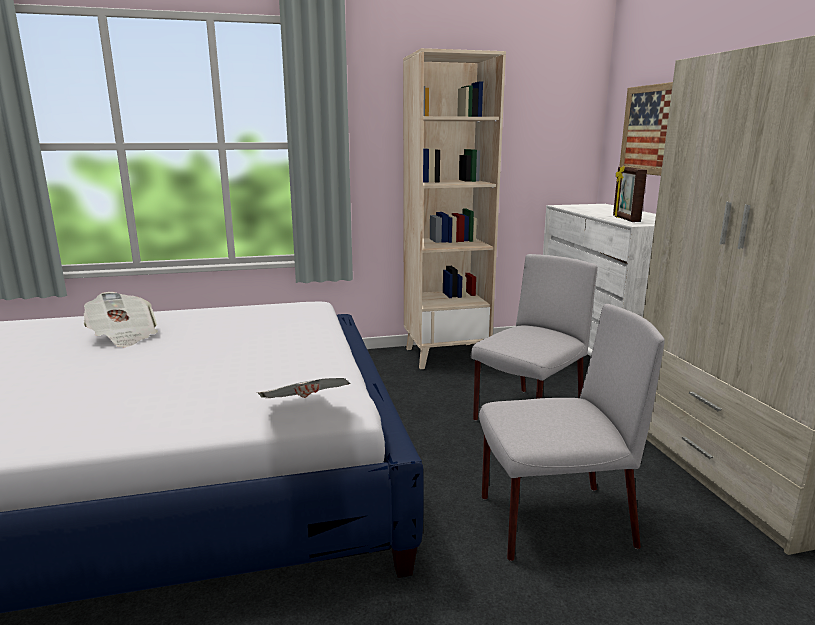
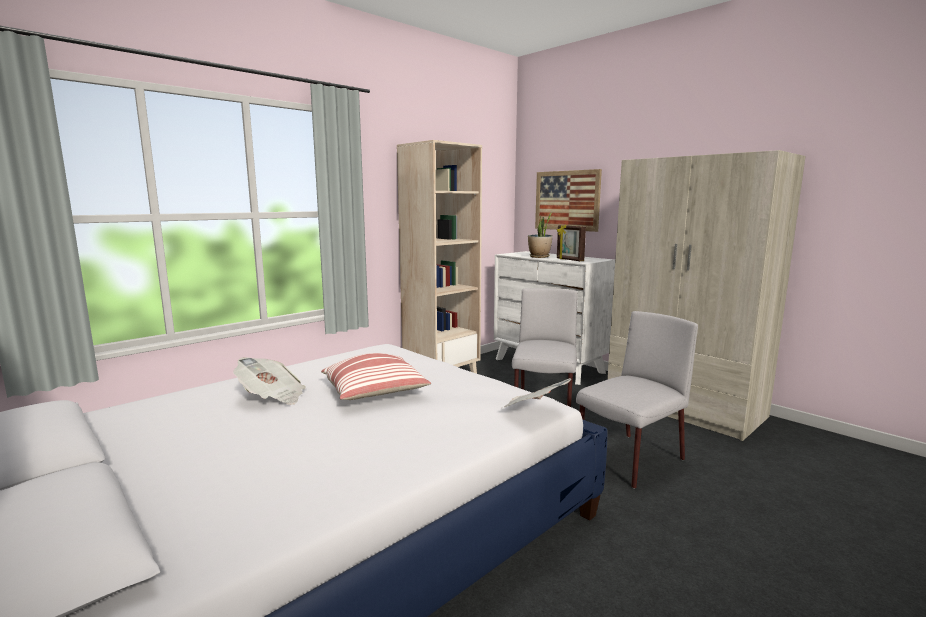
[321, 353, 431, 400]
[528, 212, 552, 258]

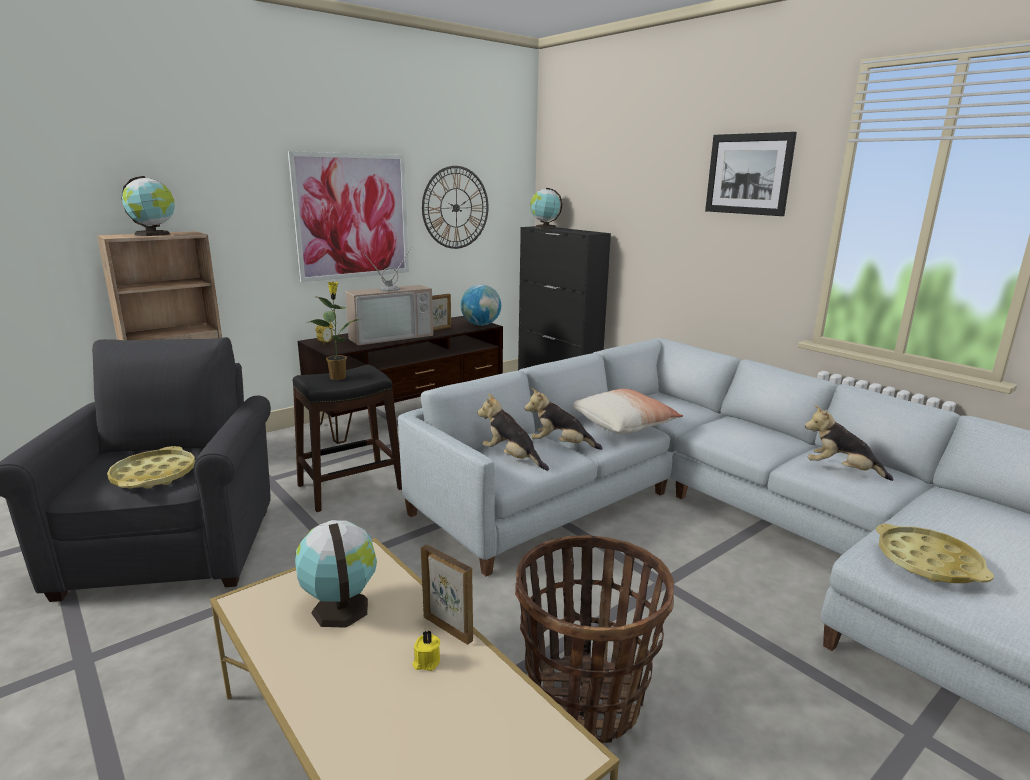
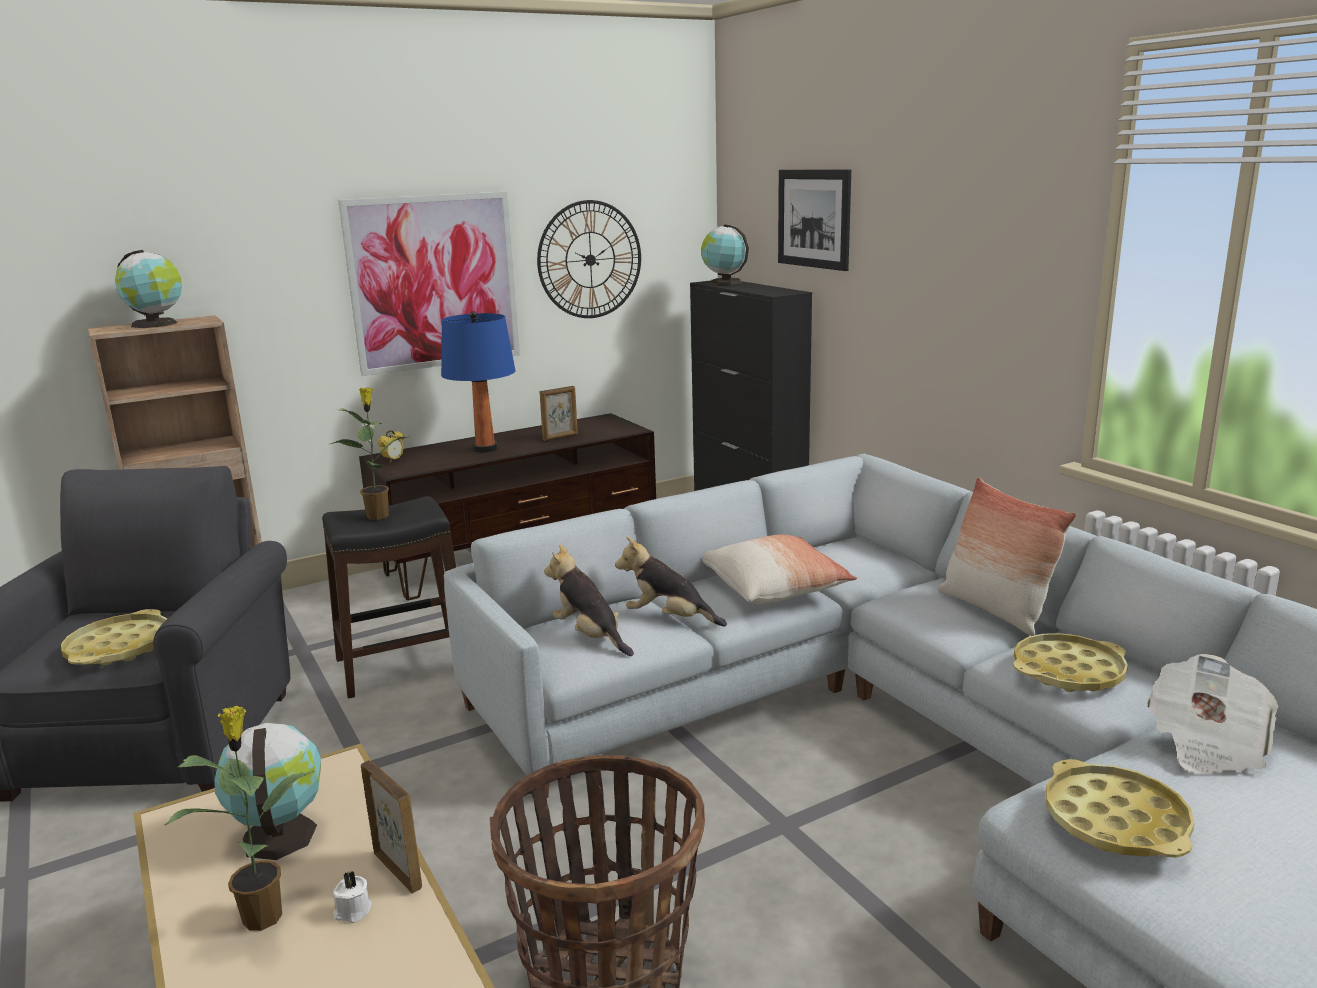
[163, 706, 314, 931]
[333, 871, 372, 923]
[441, 311, 516, 452]
[778, 169, 851, 271]
[938, 477, 1076, 636]
[1013, 633, 1128, 692]
[1147, 654, 1278, 774]
[461, 285, 501, 326] (first image)

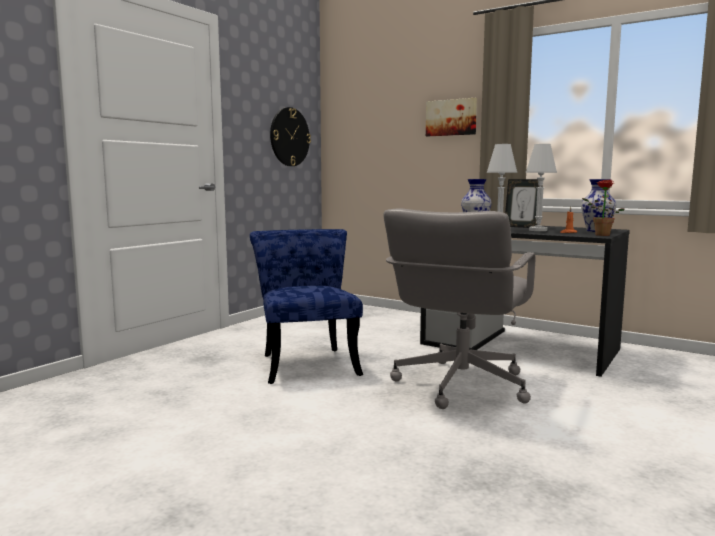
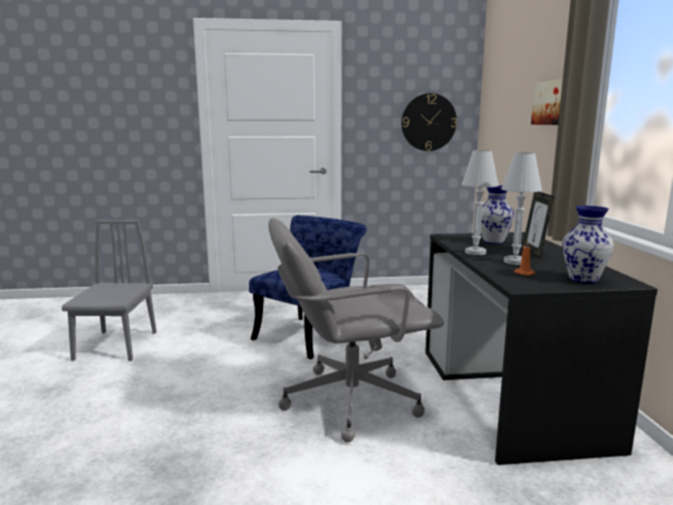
[62, 220, 157, 361]
[582, 179, 625, 236] (first image)

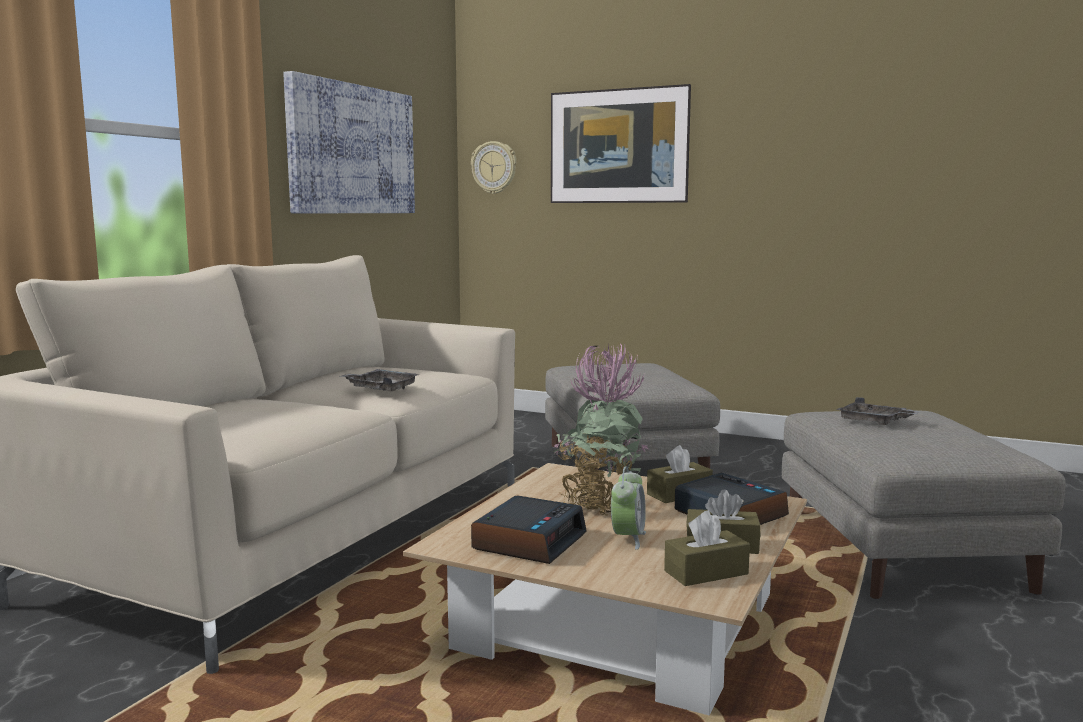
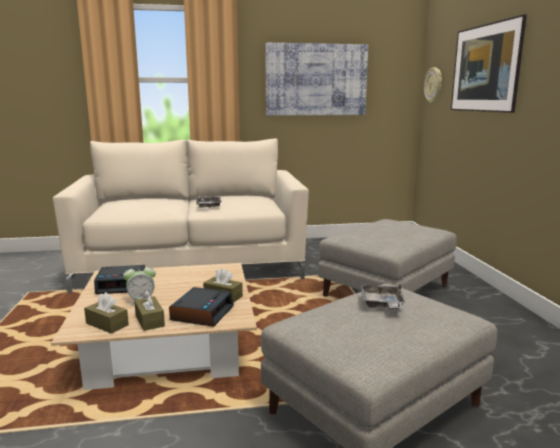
[553, 343, 649, 516] (first image)

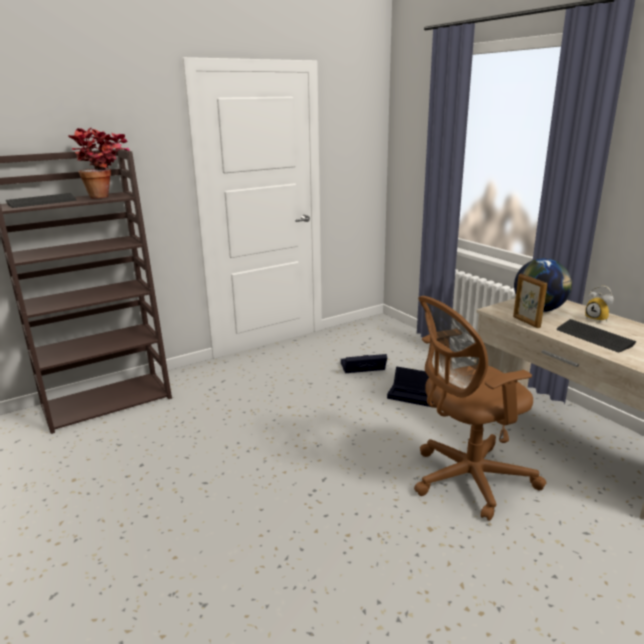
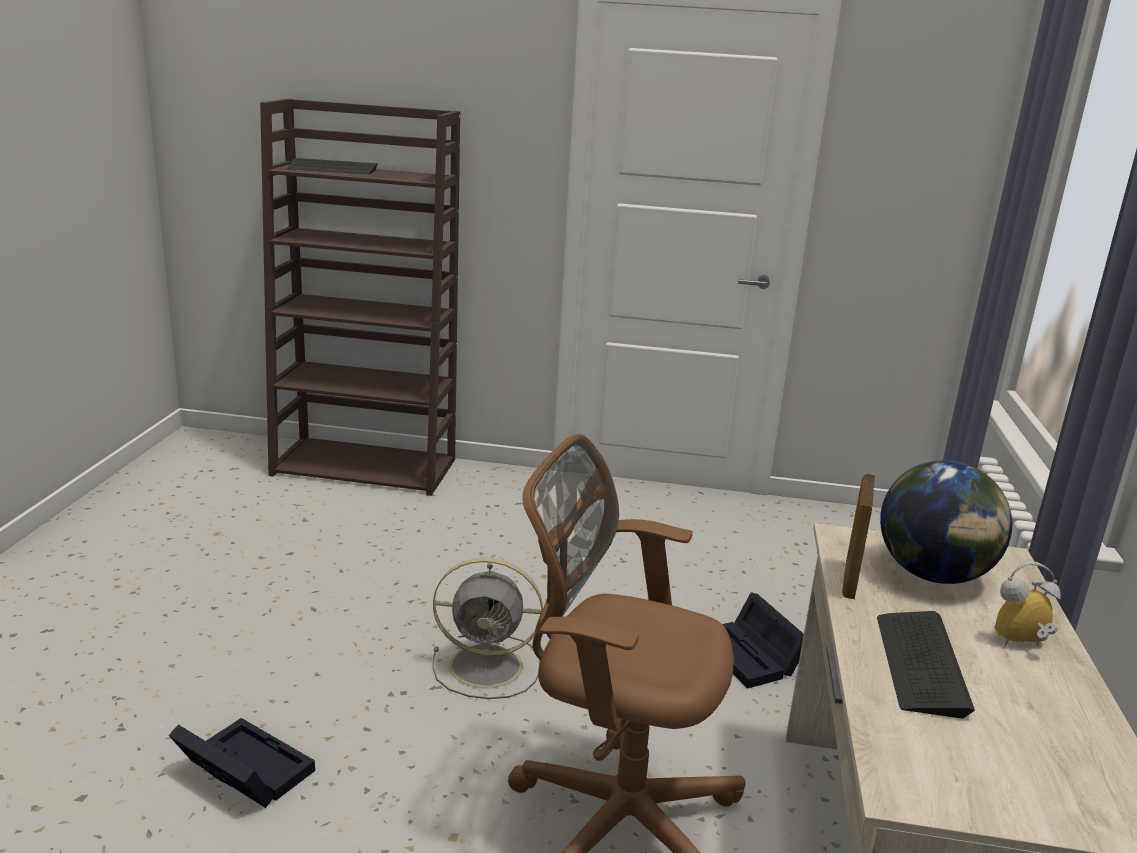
[168, 718, 315, 808]
[432, 558, 543, 699]
[994, 561, 1061, 647]
[68, 128, 130, 199] (first image)

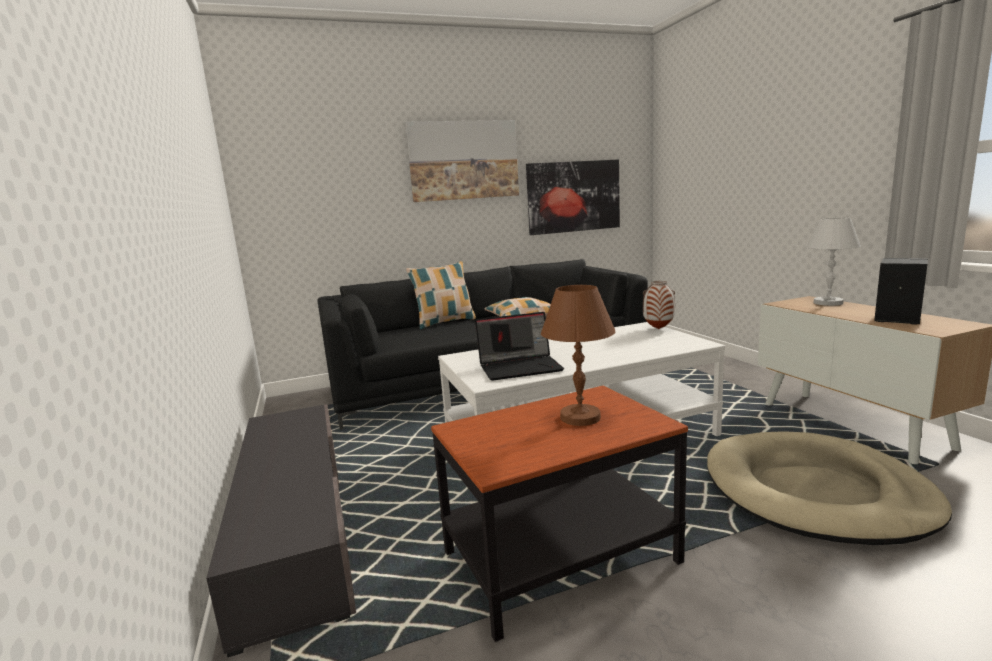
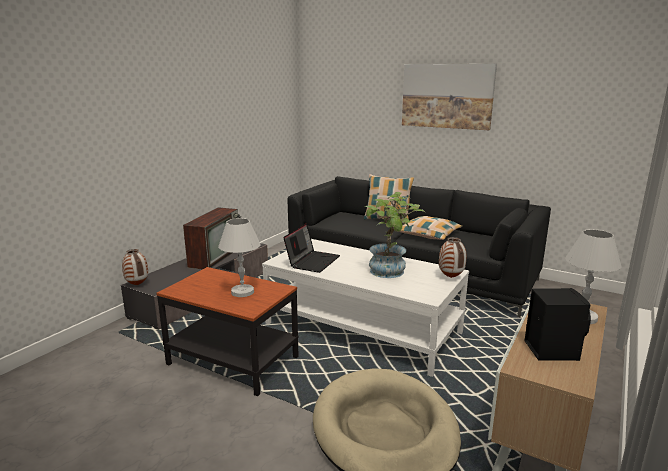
[122, 249, 148, 285]
[183, 207, 241, 269]
[218, 218, 261, 297]
[283, 223, 340, 273]
[364, 192, 426, 278]
[526, 160, 620, 235] (first image)

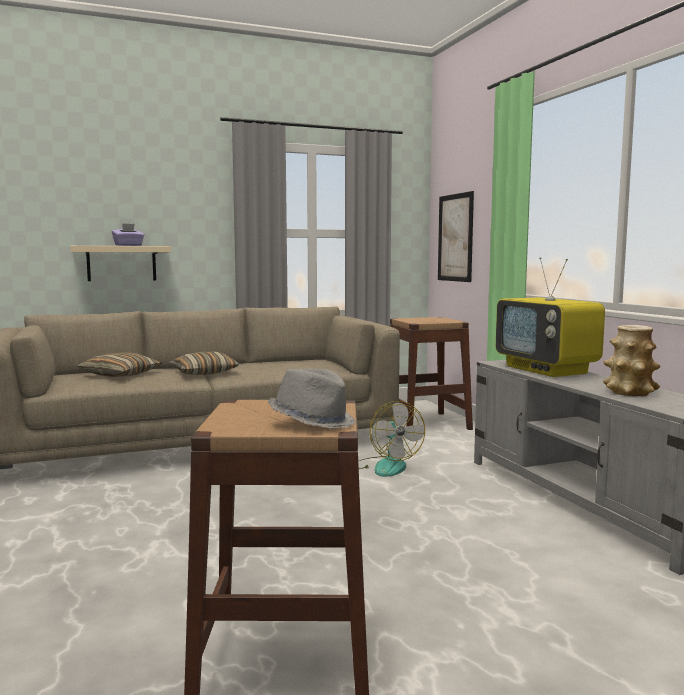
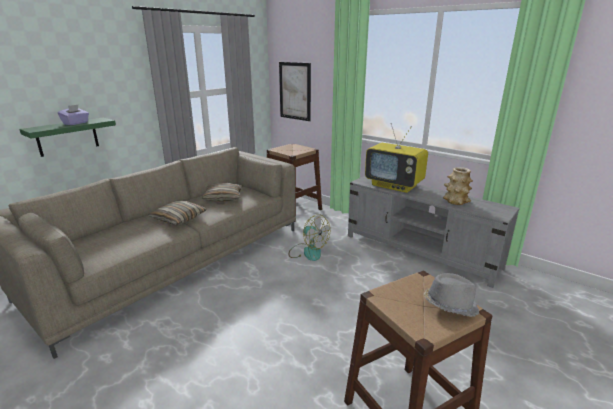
[19, 118, 116, 157]
[202, 183, 242, 202]

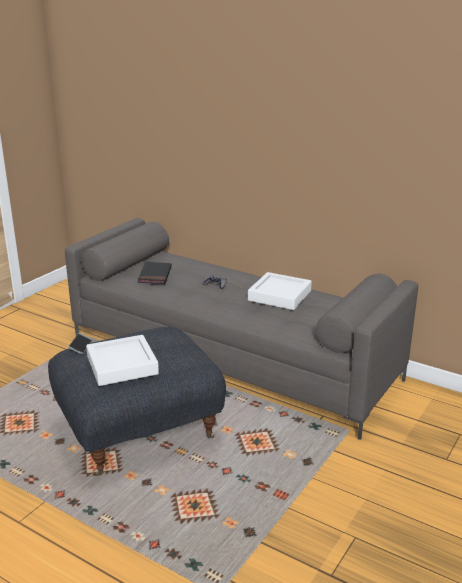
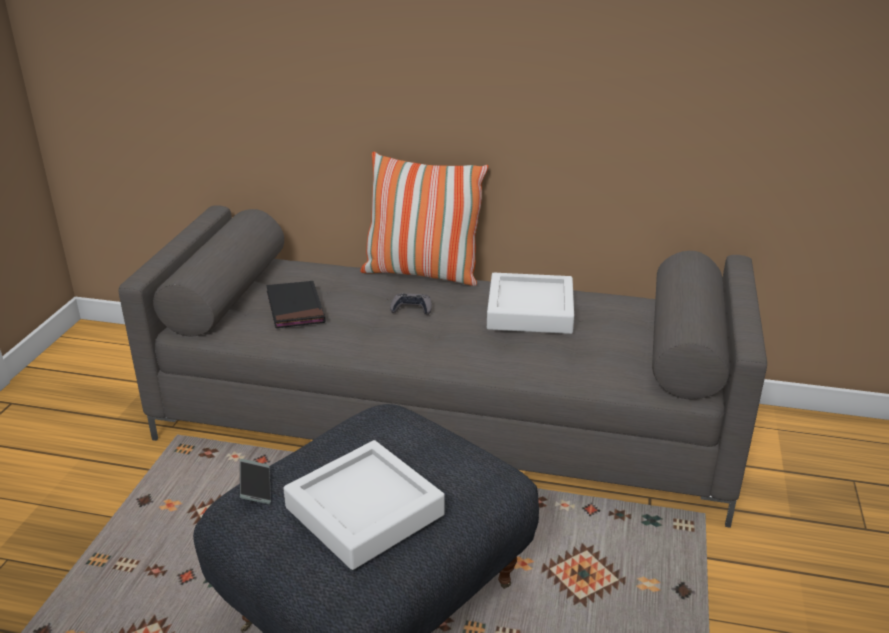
[360, 152, 488, 286]

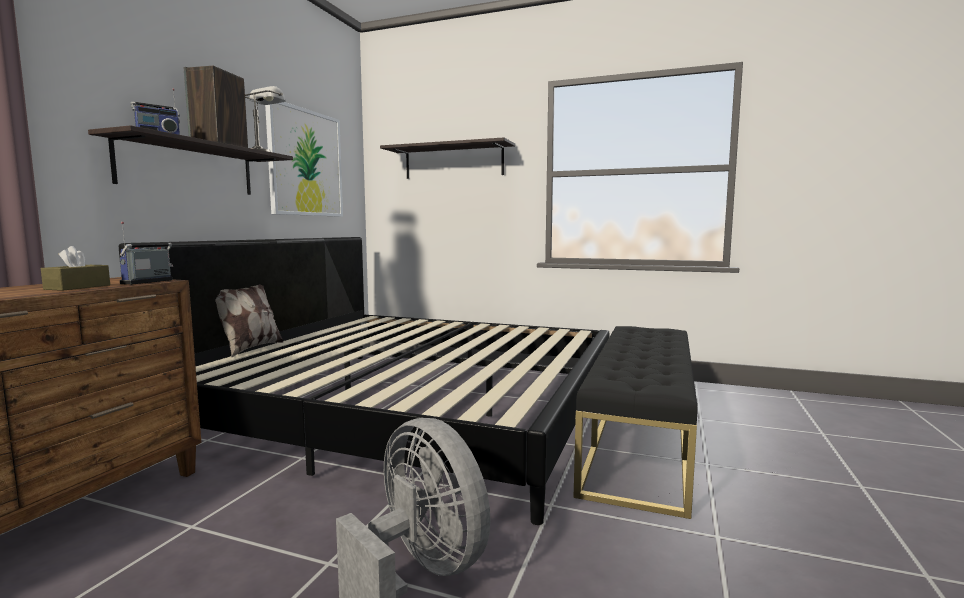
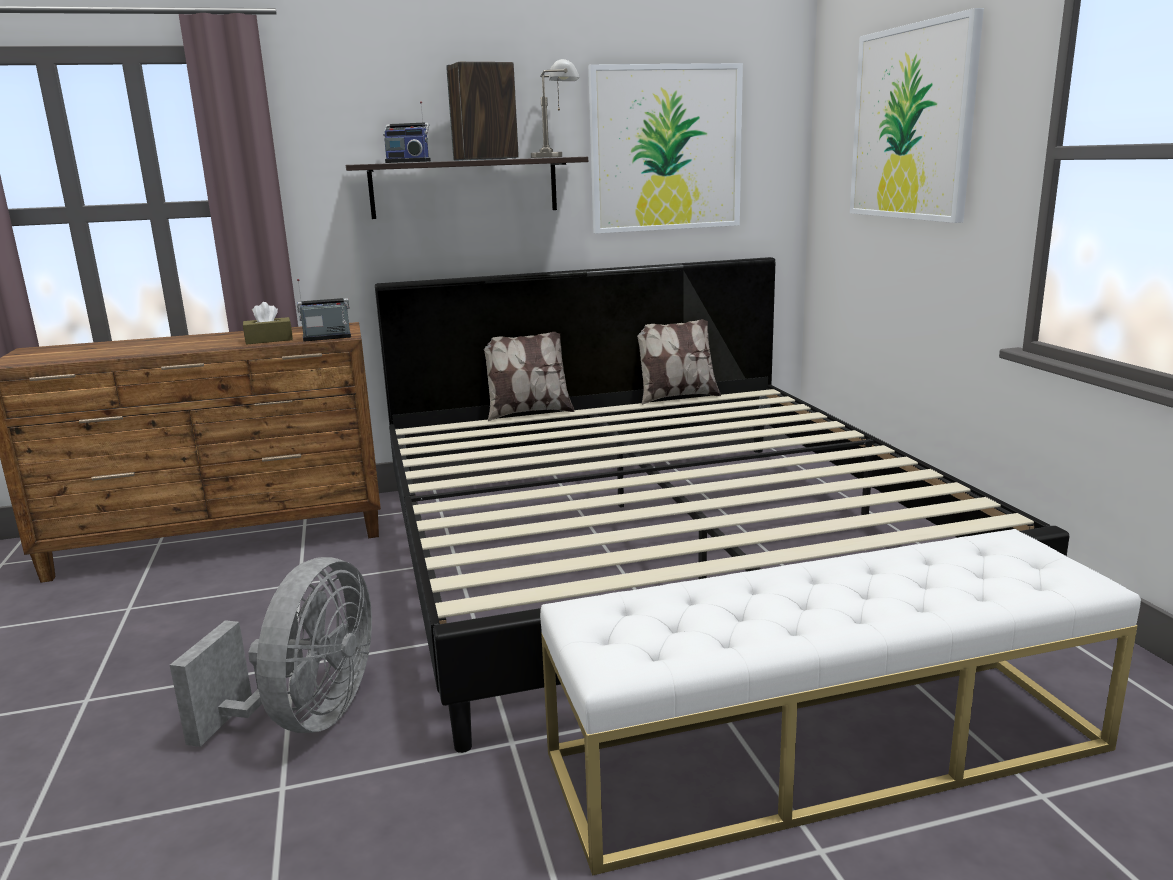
[540, 529, 1141, 876]
[637, 319, 721, 405]
[850, 8, 984, 223]

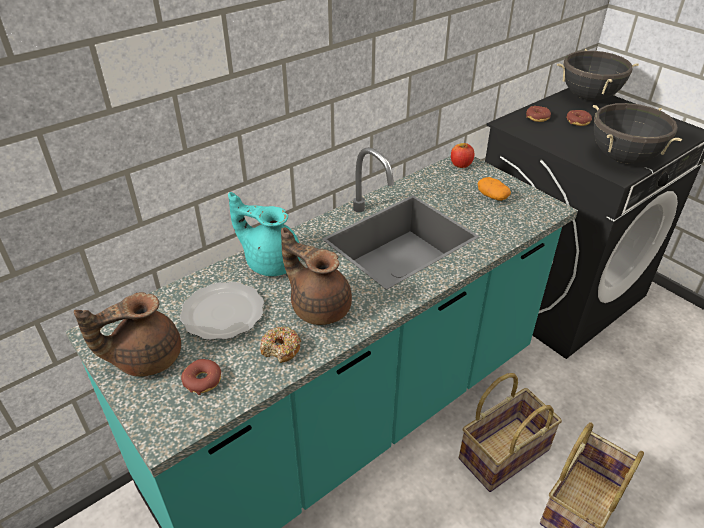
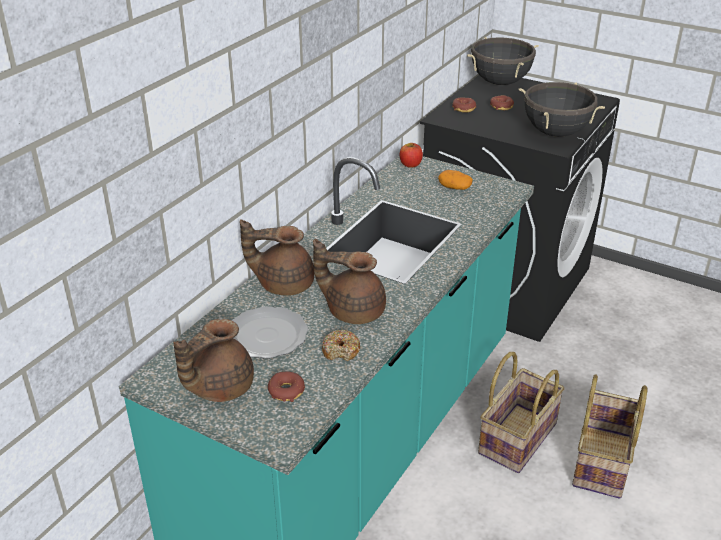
[240, 219, 314, 296]

